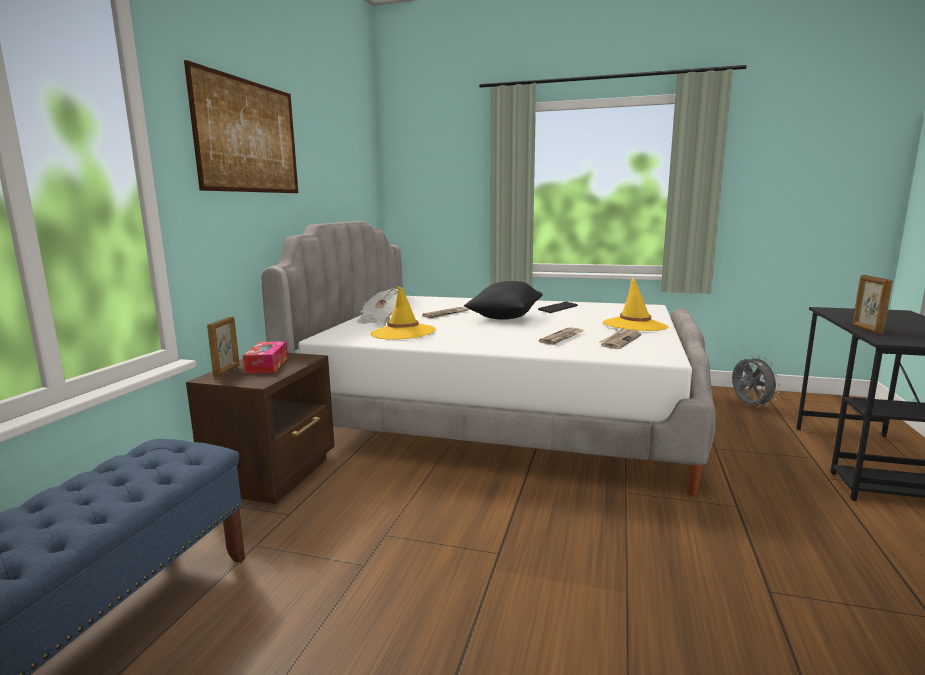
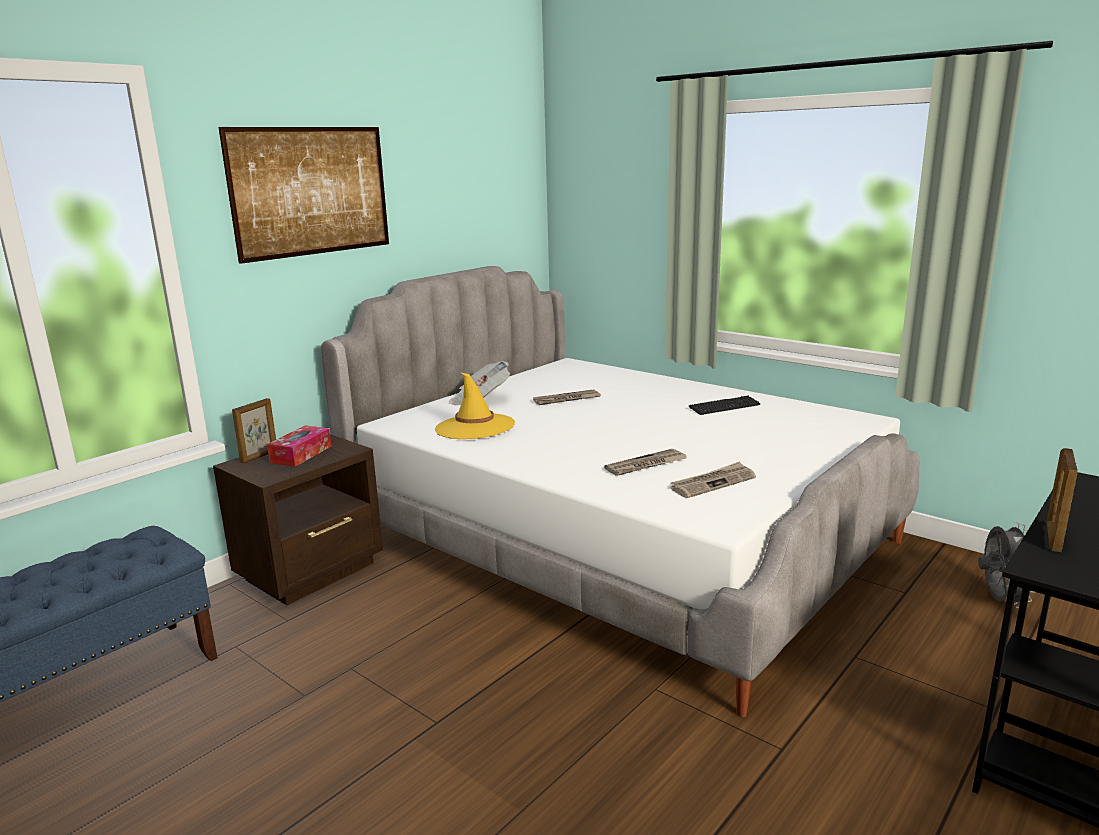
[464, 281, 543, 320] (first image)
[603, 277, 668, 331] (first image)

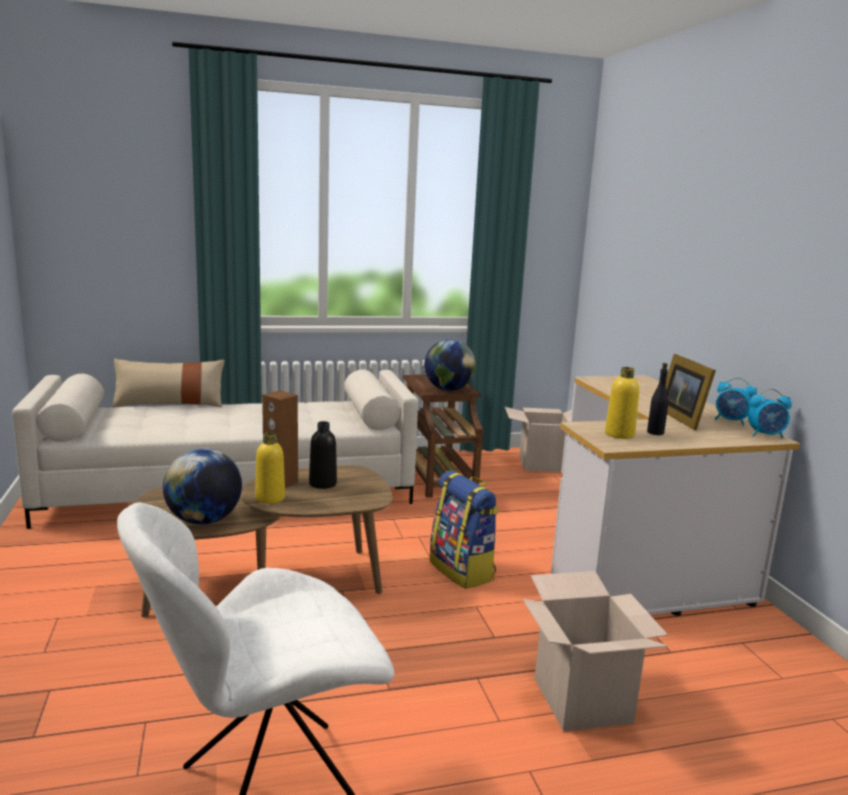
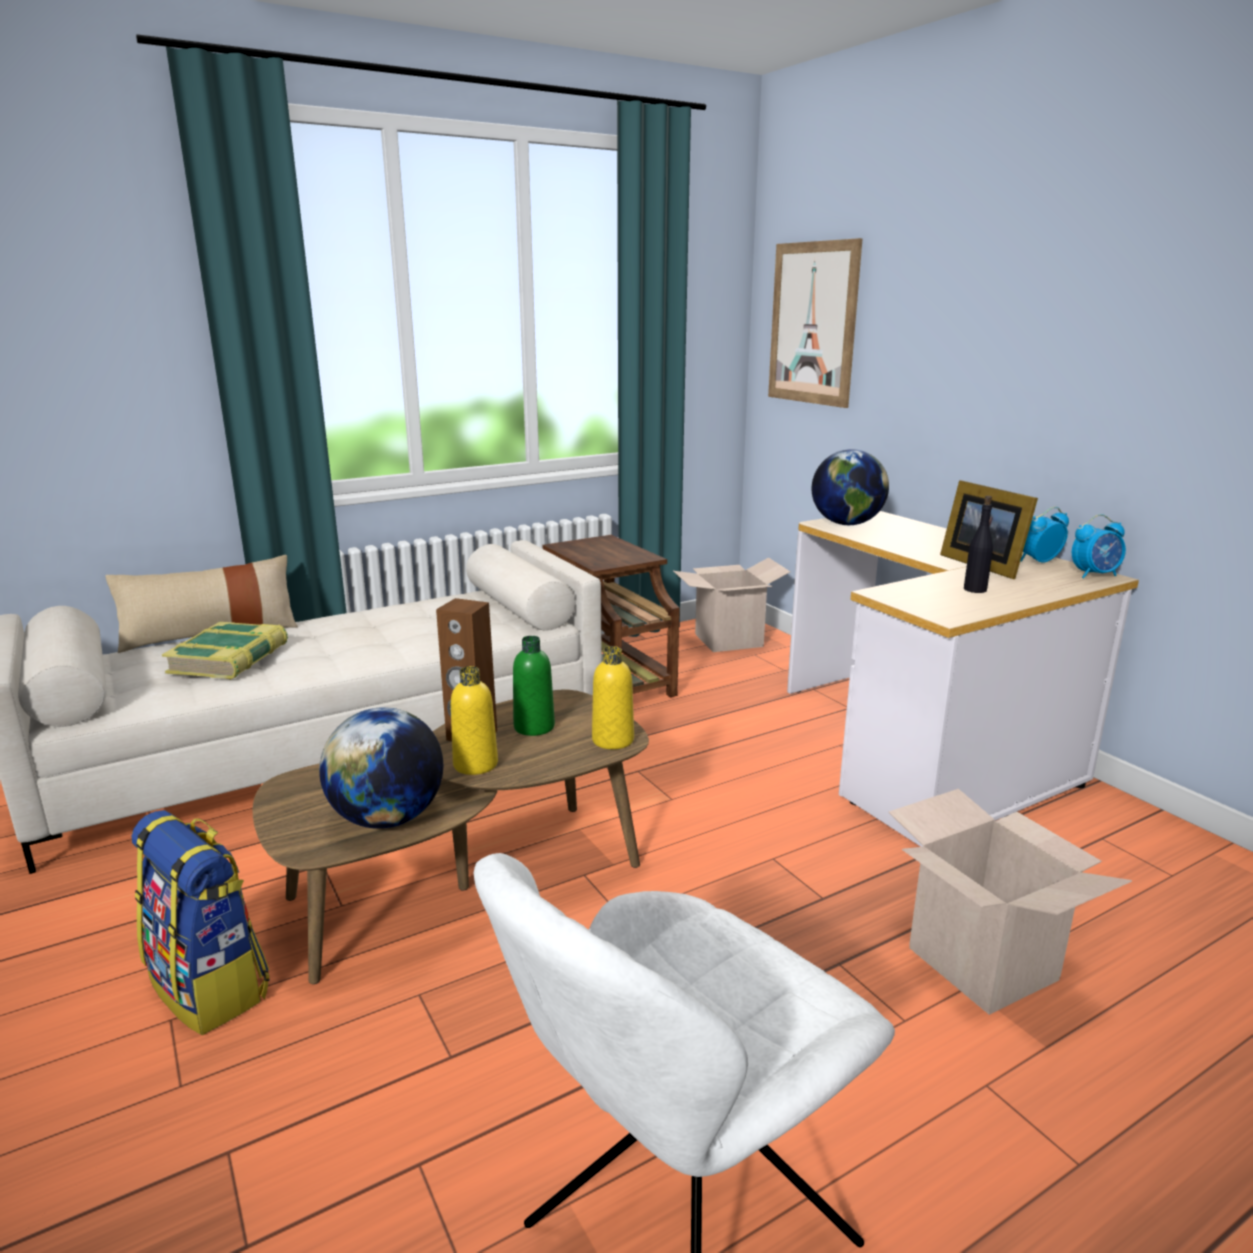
[132, 810, 270, 1035]
[162, 622, 288, 680]
[513, 636, 555, 736]
[592, 646, 634, 749]
[768, 238, 863, 408]
[812, 449, 889, 525]
[1020, 507, 1069, 563]

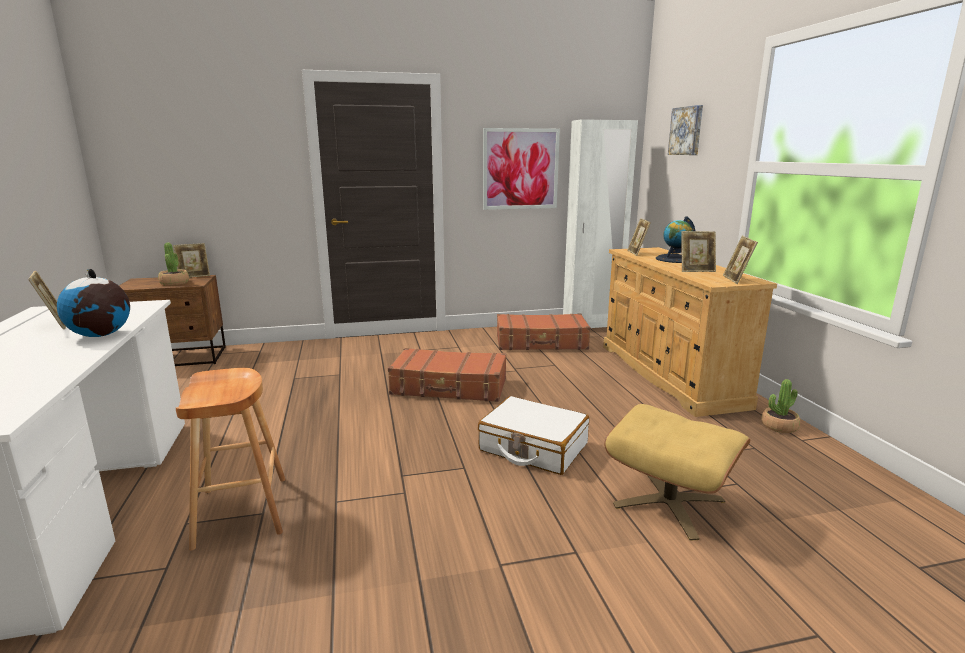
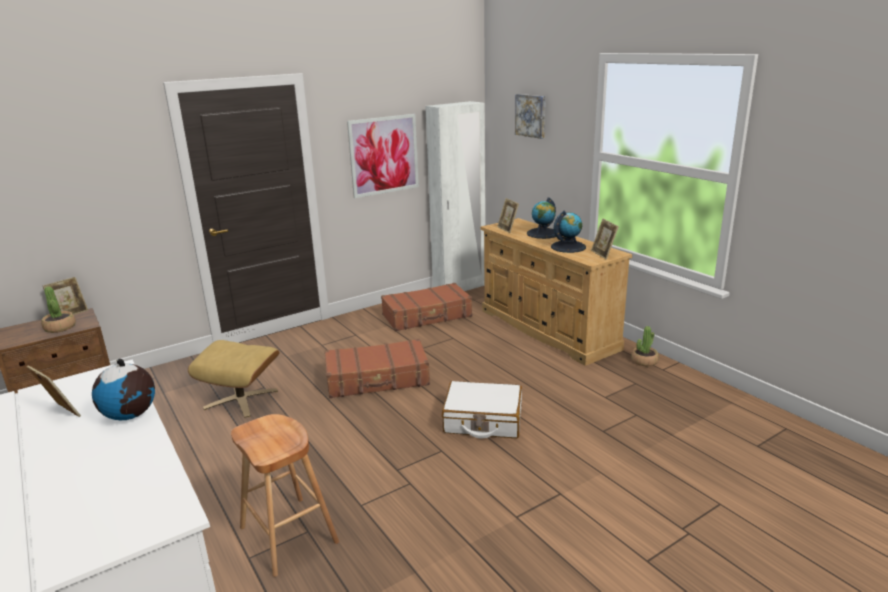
[188, 340, 280, 418]
[551, 210, 586, 253]

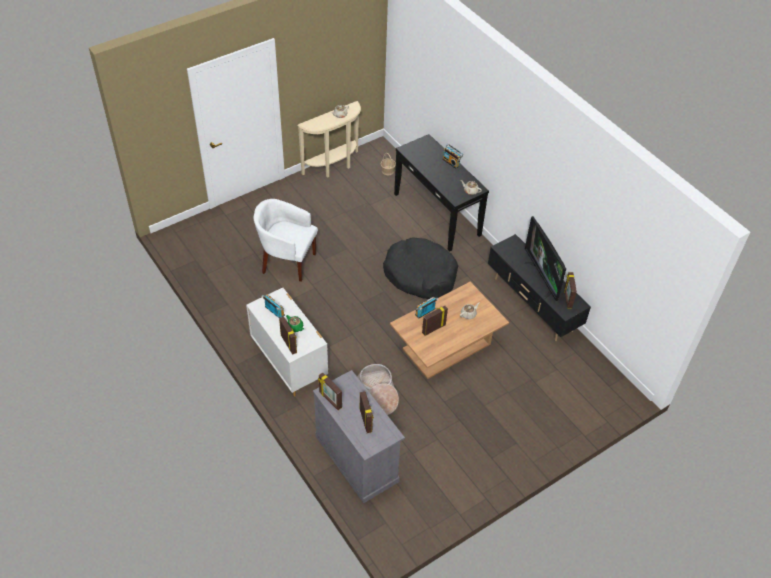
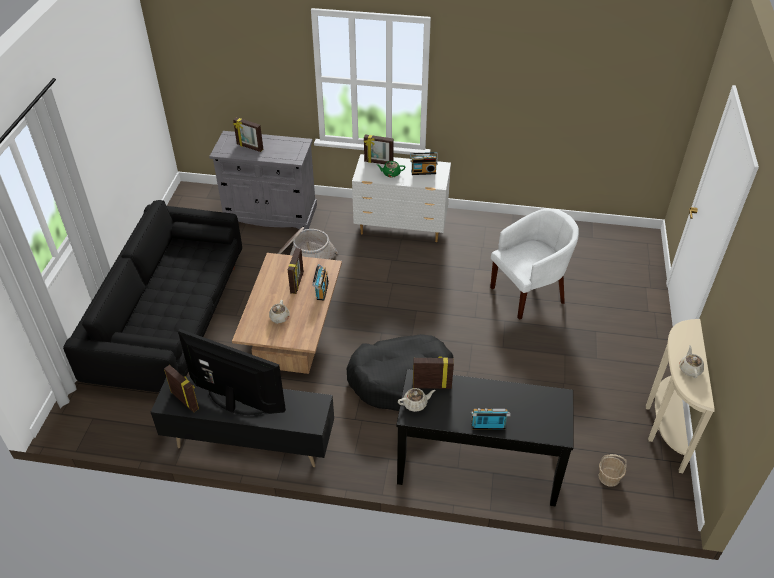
[63, 200, 242, 393]
[413, 356, 454, 389]

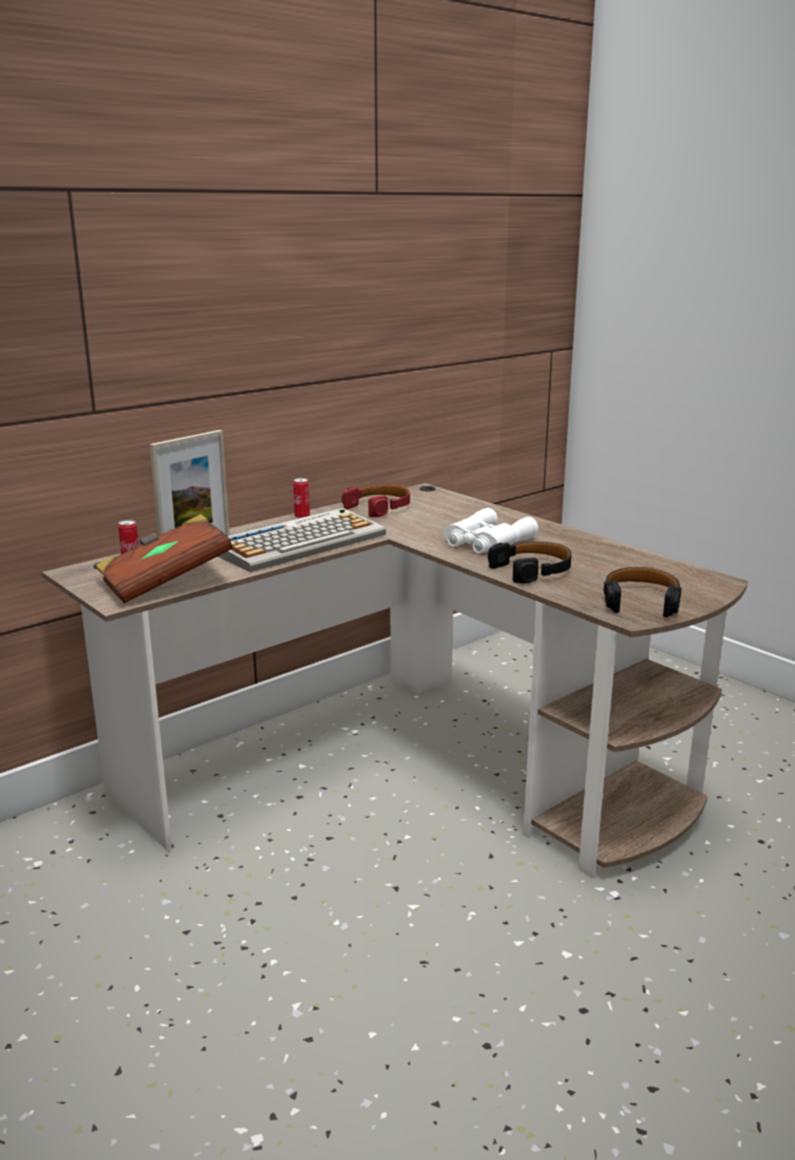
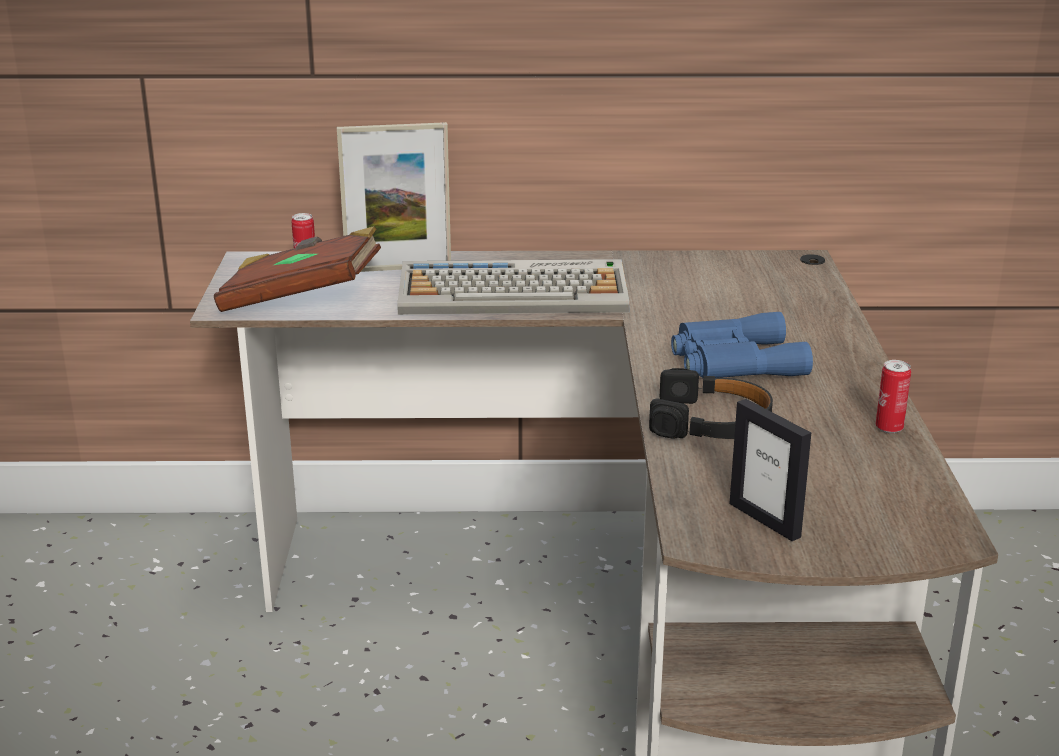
[671, 312, 813, 378]
[729, 399, 811, 541]
[876, 360, 911, 433]
[342, 484, 410, 517] (first image)

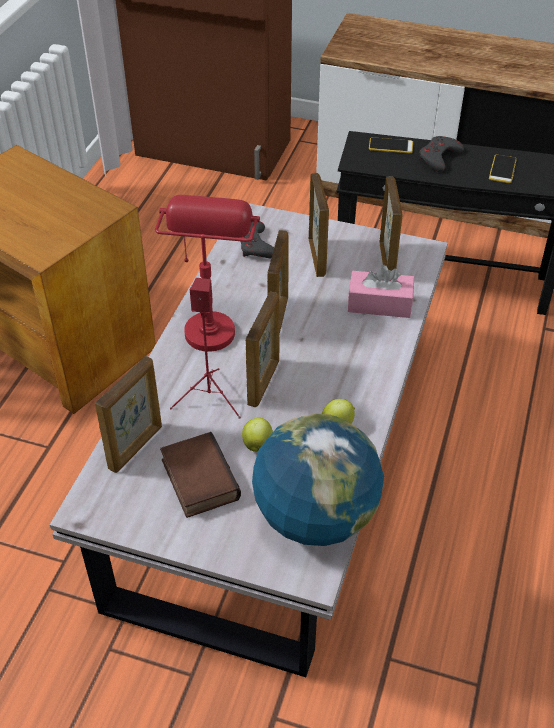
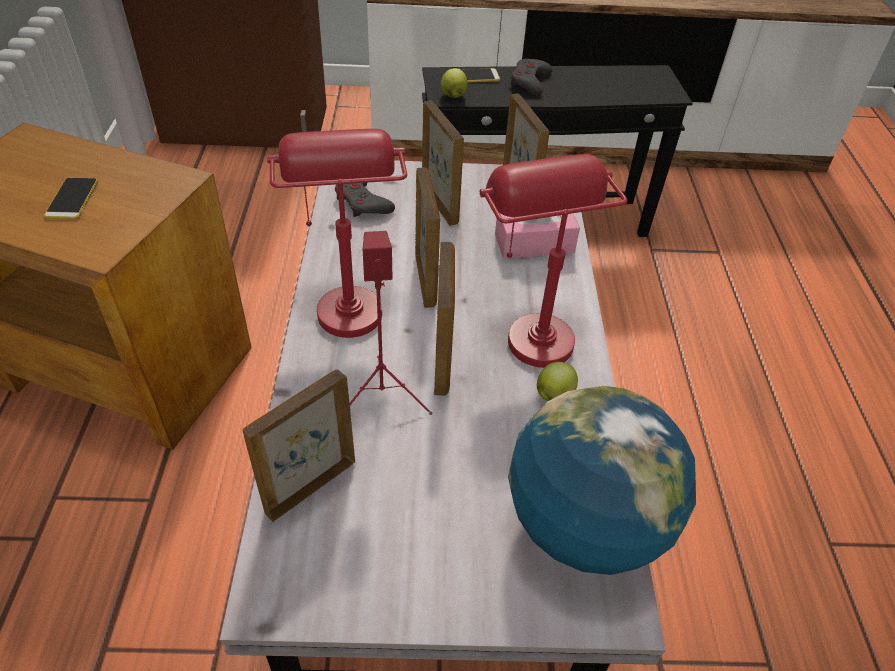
[44, 178, 98, 220]
[243, 369, 355, 522]
[441, 68, 467, 98]
[480, 154, 627, 368]
[160, 432, 241, 518] (first image)

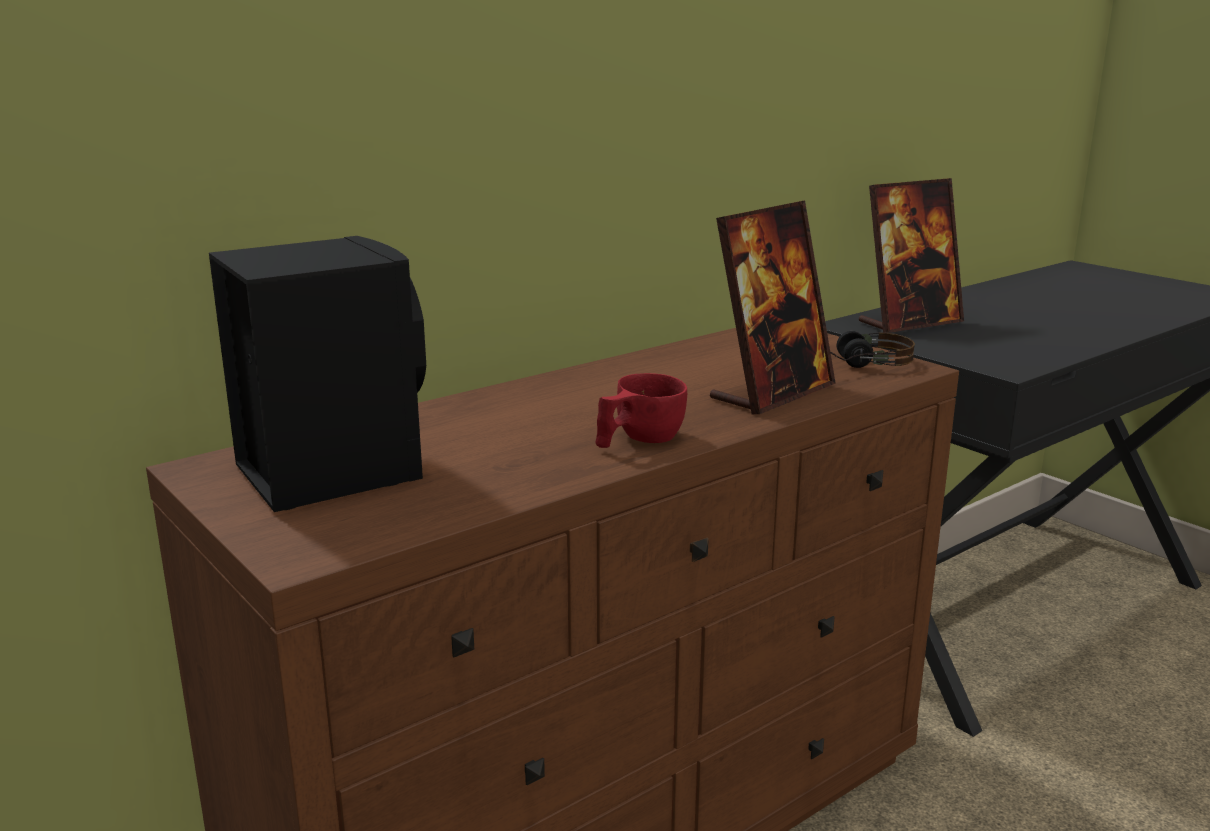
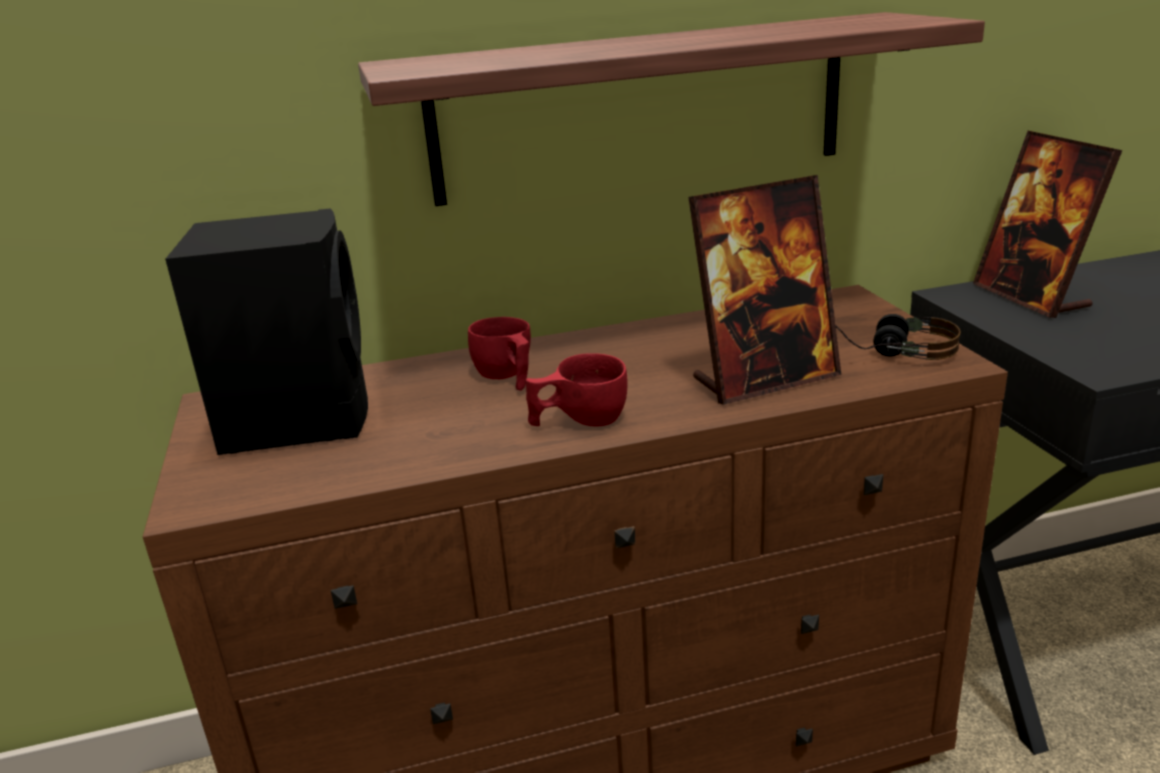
[358, 12, 985, 206]
[468, 317, 531, 390]
[973, 131, 1123, 318]

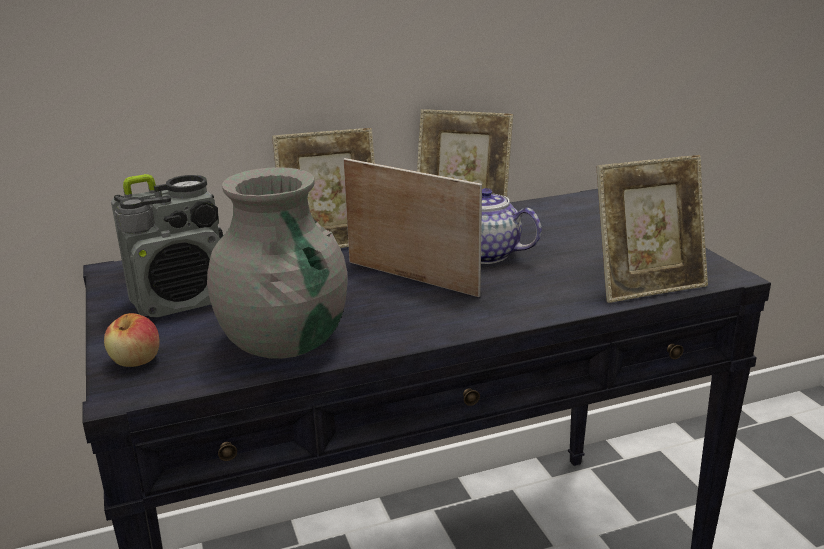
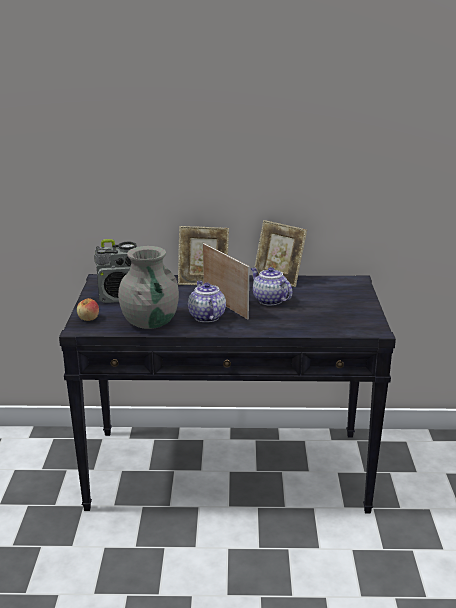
[188, 281, 226, 322]
[596, 155, 708, 303] (first image)

